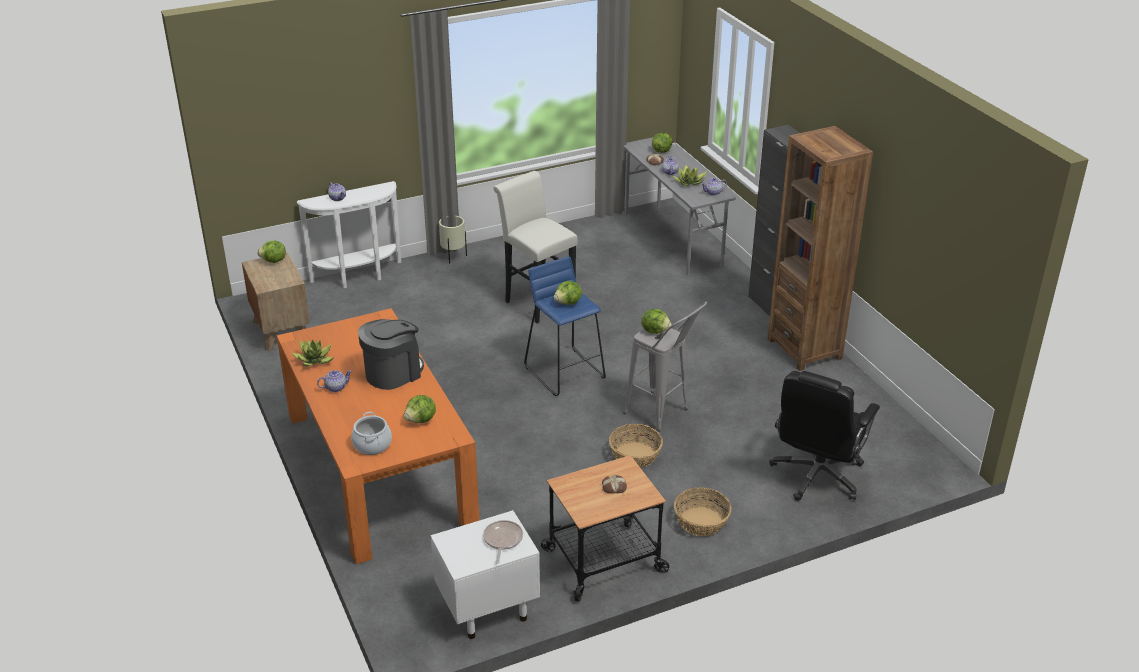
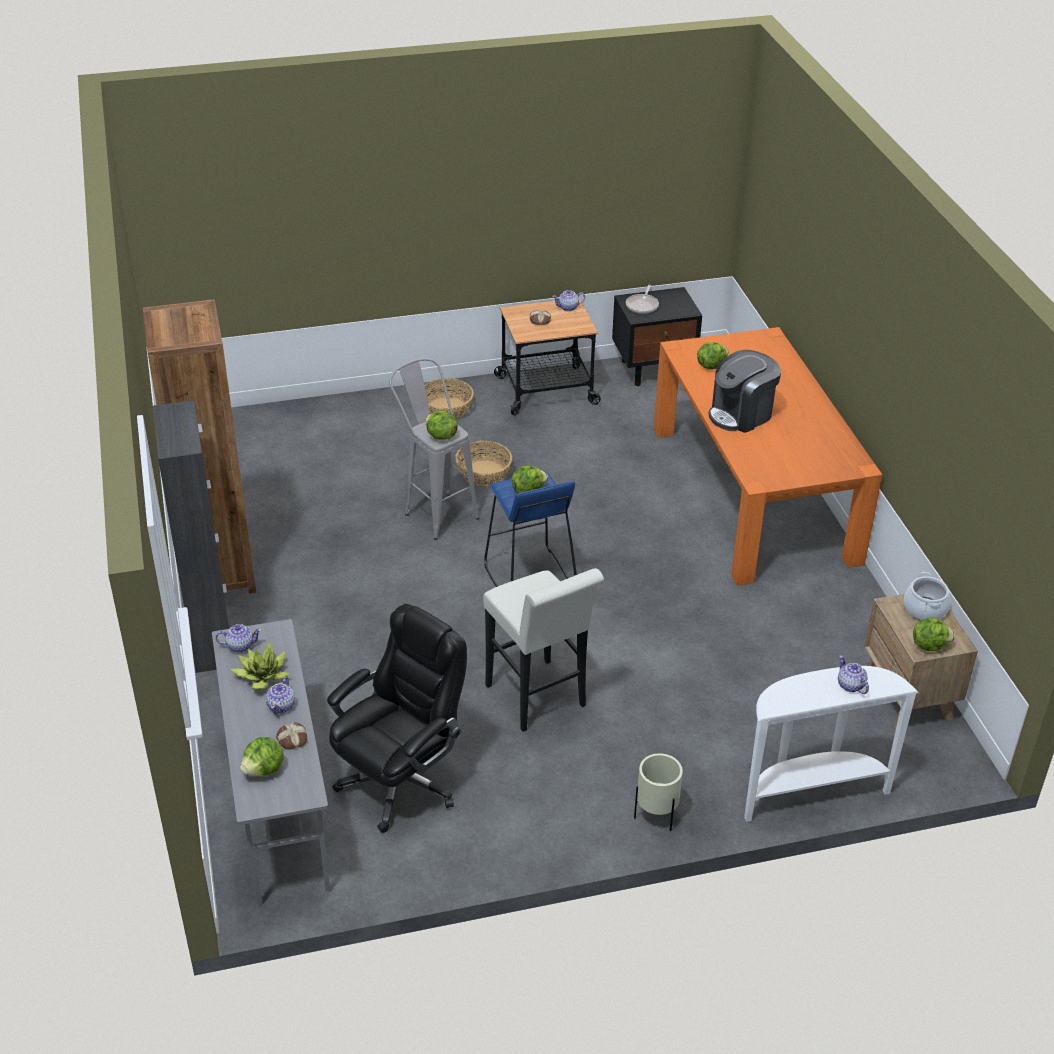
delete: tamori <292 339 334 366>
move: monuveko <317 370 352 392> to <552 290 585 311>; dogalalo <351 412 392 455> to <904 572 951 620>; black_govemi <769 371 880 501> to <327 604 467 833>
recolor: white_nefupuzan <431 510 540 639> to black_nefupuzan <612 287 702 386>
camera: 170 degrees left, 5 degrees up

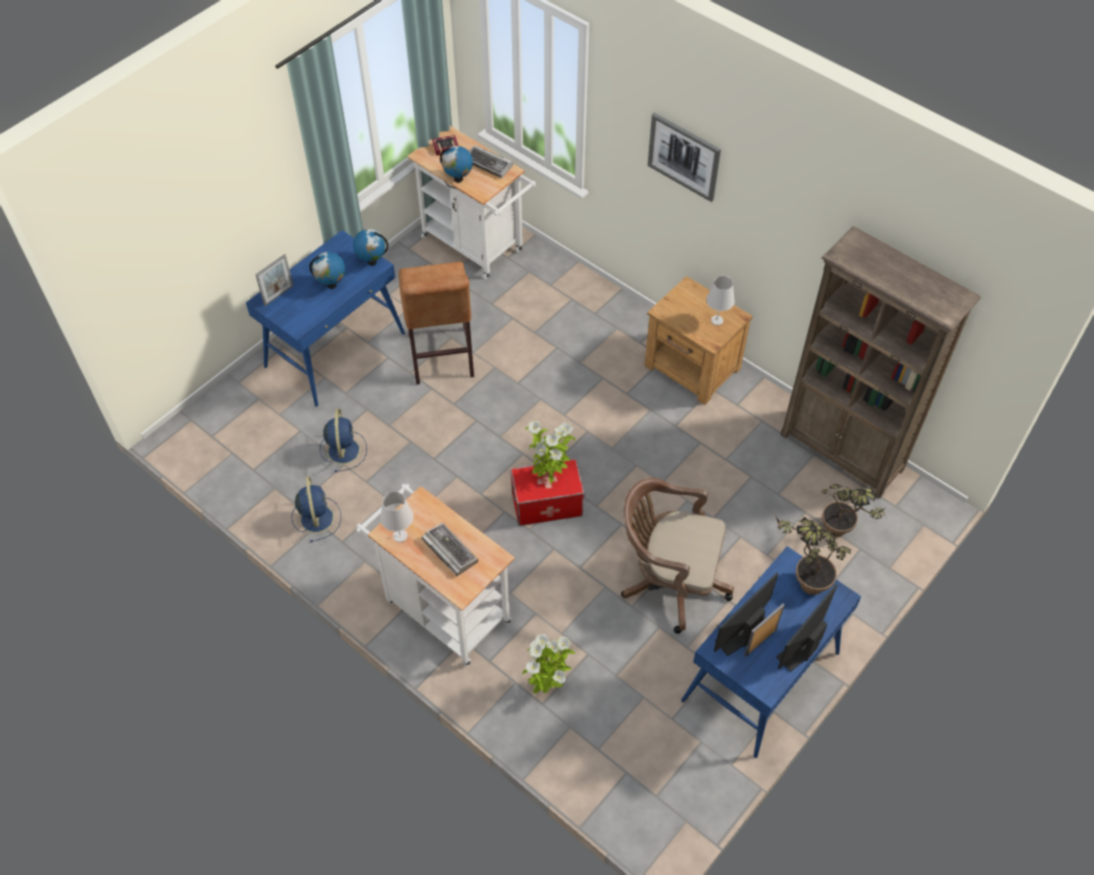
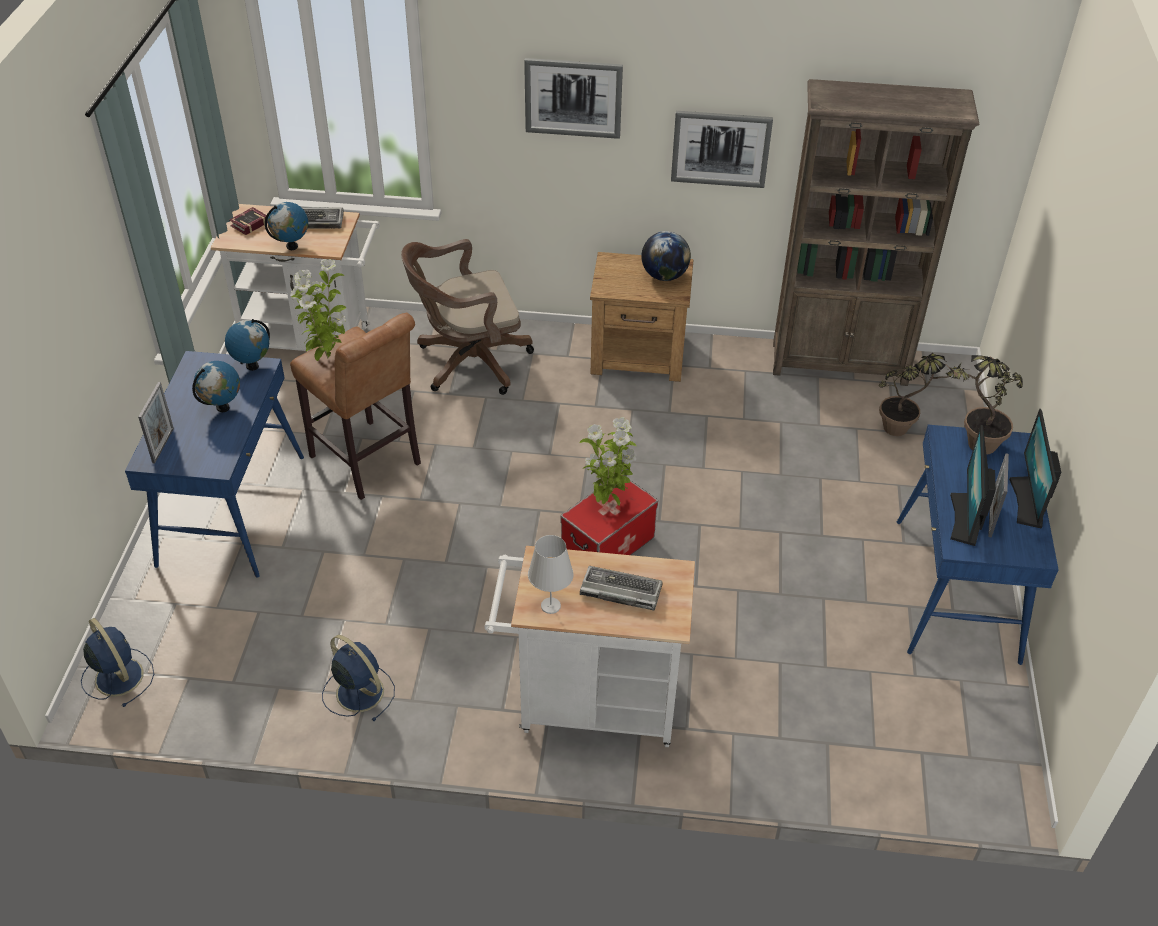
insert: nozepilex <671 111 773 188>
move: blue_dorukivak <320 409 367 472> to <81 618 154 707>; tamori <522 634 575 693> to <290 259 346 361>; brown_govemi <621 478 734 634> to <401 239 534 395>
replace: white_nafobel <706 276 735 325> to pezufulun <641 231 691 281>
camera: 35 degrees left, 10 degrees down

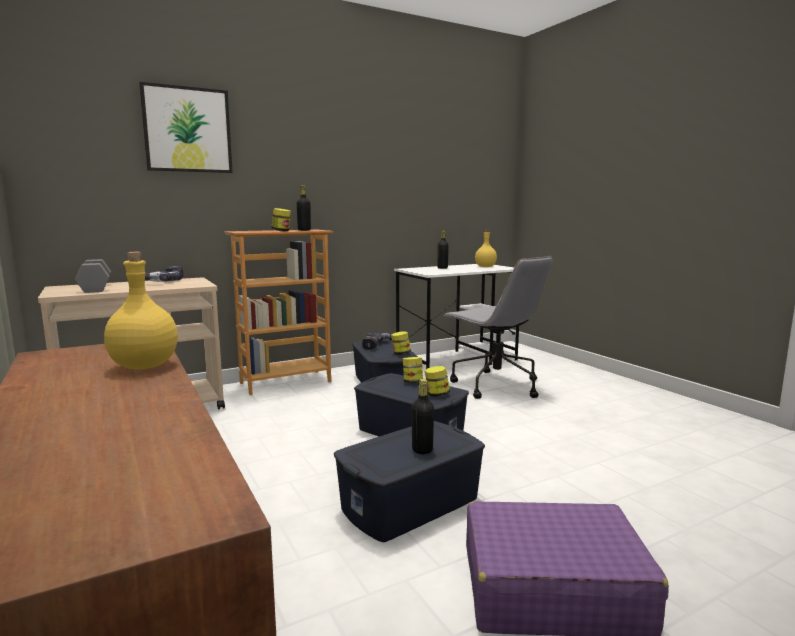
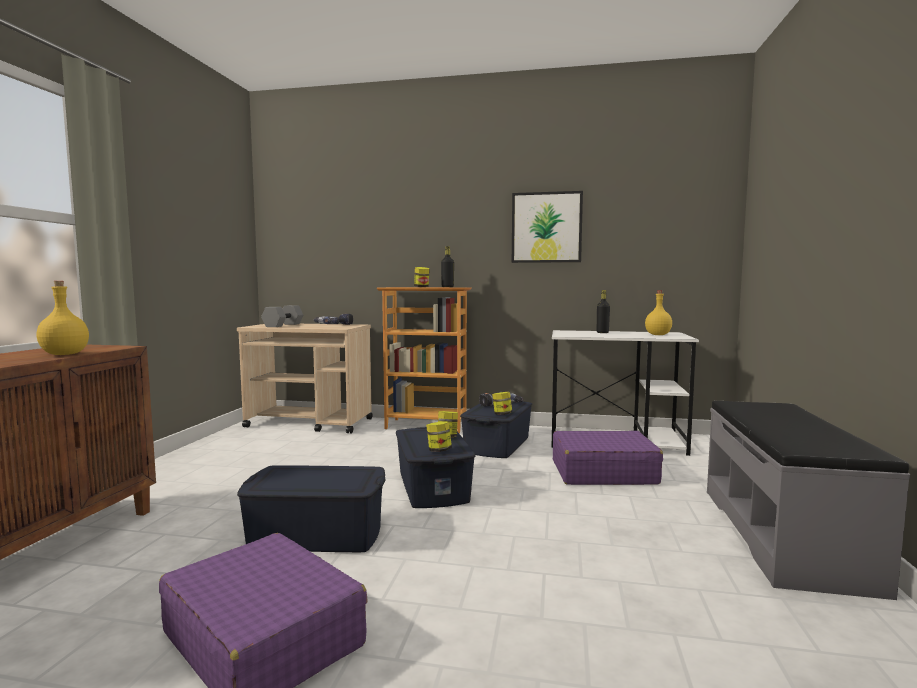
delete: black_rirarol <412 379 434 454>
insert: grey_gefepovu <707 401 910 600>
move: nozepilex <139 82 233 173> to <512 191 583 263>
replace: grey_govemi <443 256 553 399> to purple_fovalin <553 431 663 485>
camera: 40 degrees right, 5 degrees down

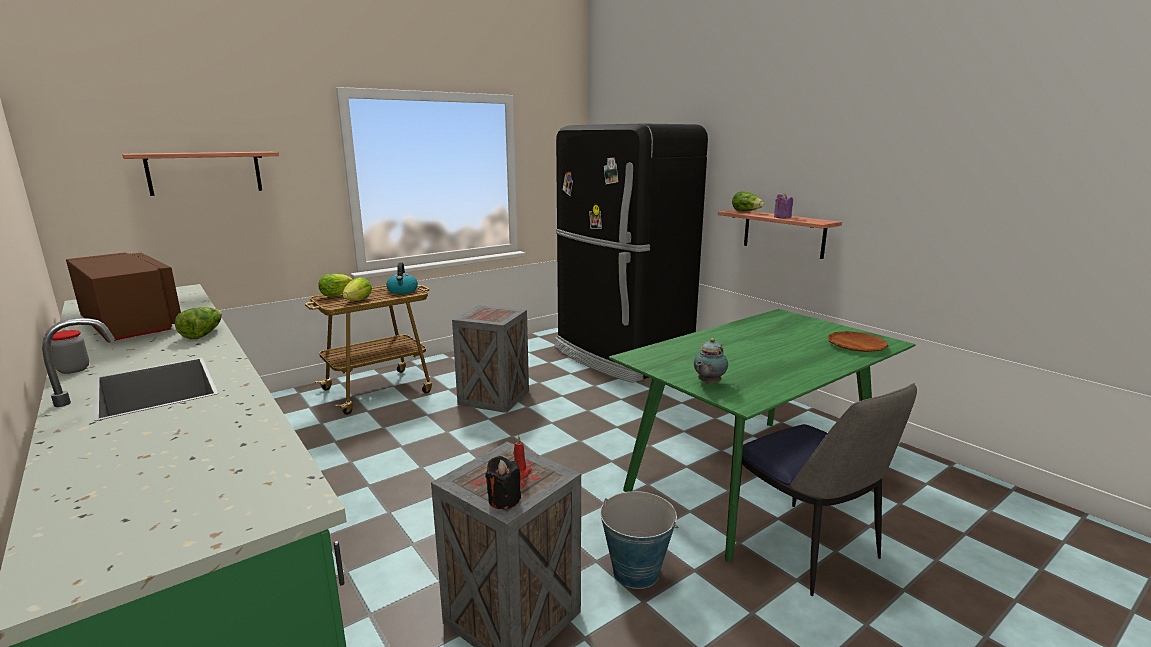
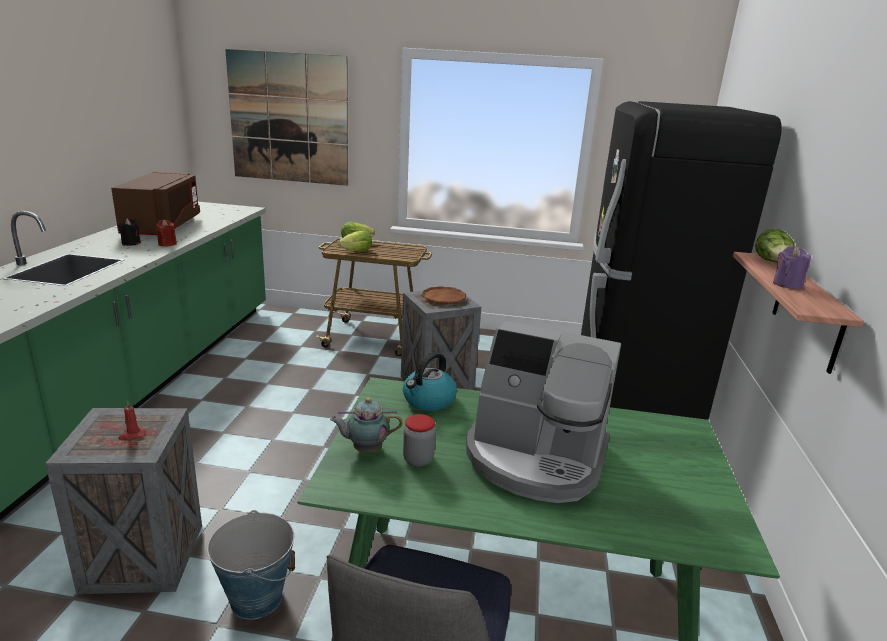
insert: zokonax <466 321 621 503>
move: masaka <51 330 89 374> to <403 414 436 467>; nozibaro <386 263 418 294> to <403 352 457 411>; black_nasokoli <486 456 521 509> to <118 219 141 246>; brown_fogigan <828 331 888 352> to <422 286 466 304>
replace: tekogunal <122 152 279 196> to nozepilex <225 49 348 186>; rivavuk <175 307 222 339> to red_nasokoli <155 220 177 247>
camera: 45 degrees right, 5 degrees up

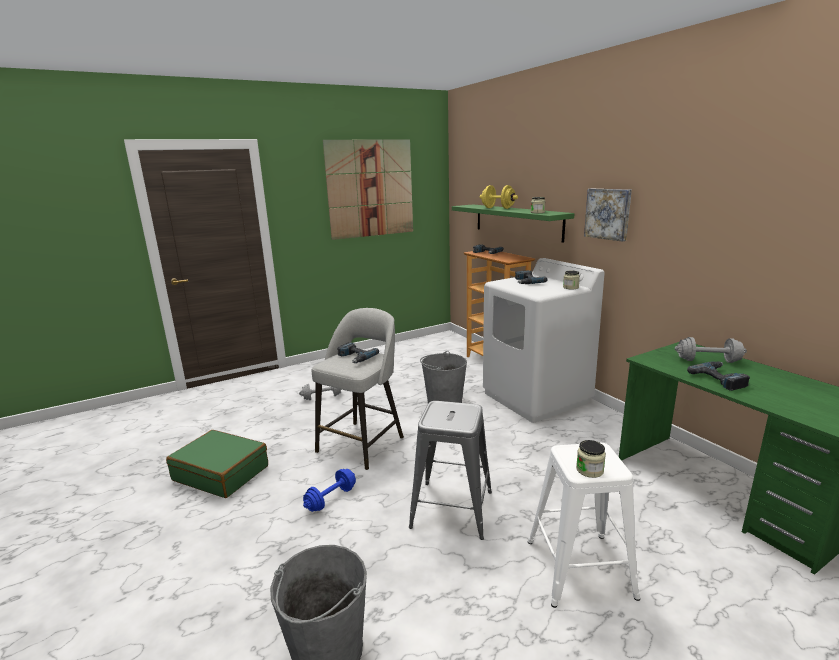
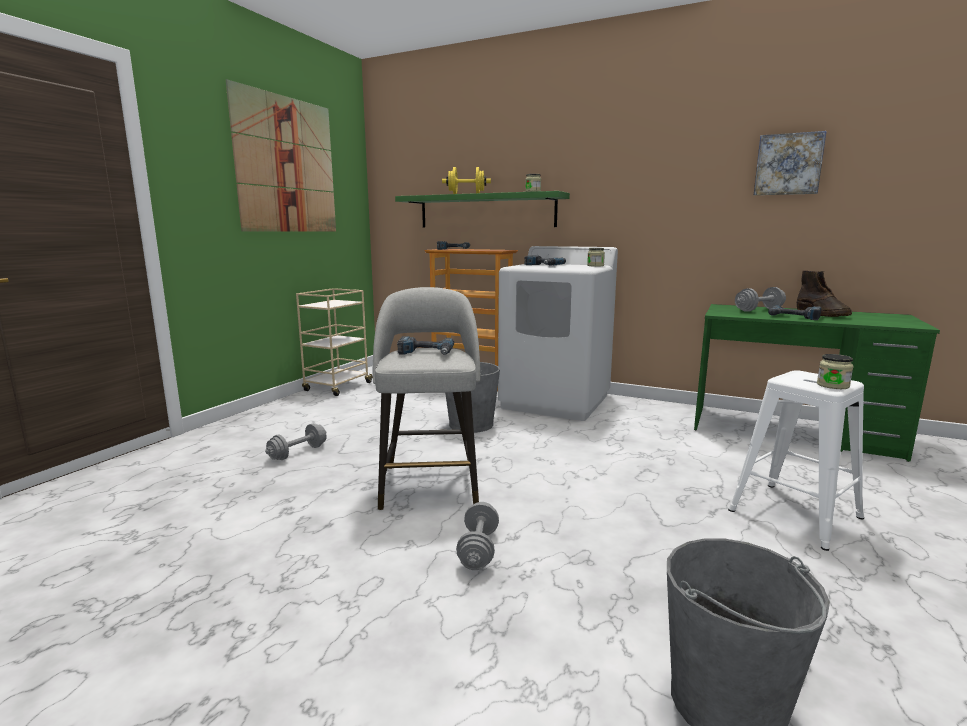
delete: green_fovalin <166 430 268 498>; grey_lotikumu <409 401 492 540>
insert: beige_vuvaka <296 288 373 396>; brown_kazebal <797 271 852 317>
move: nozepilex <584 188 632 241> to <754 131 827 195>
recolor: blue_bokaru <303 469 356 512> to grey_bokaru <456 502 499 570>
camera: 35 degrees left, 5 degrees down

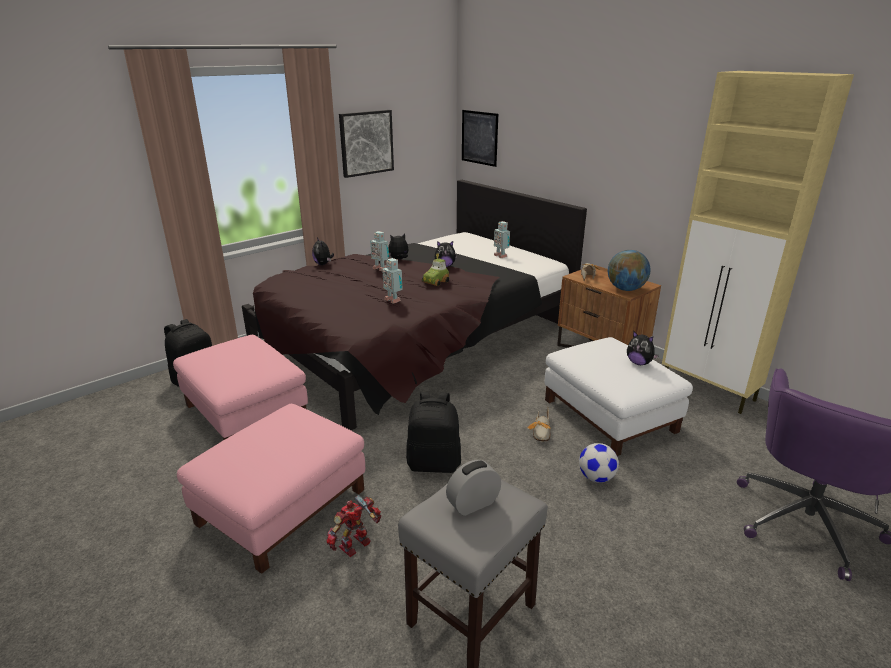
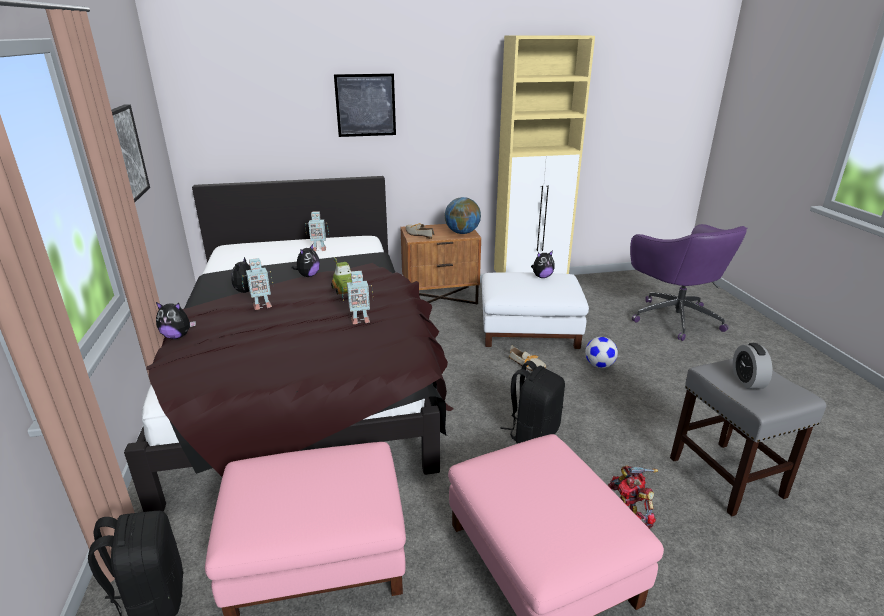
move: nozepilex <462 110 498 167> to <334 74 396 137>
camera: 60 degrees left, 0 degrees up

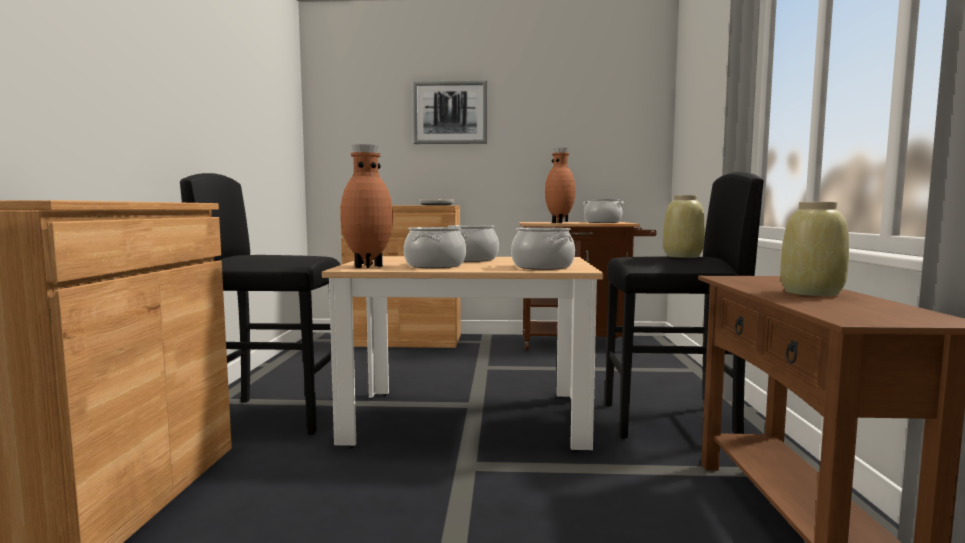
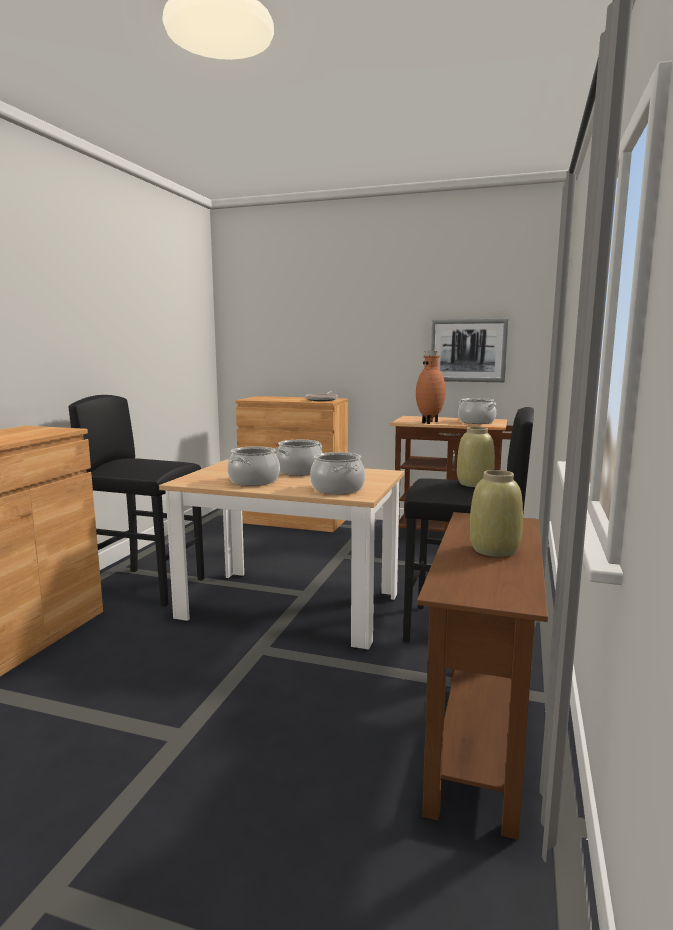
delete: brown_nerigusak <340 144 393 268>
move: nozepilex <412 80 487 144> to <430 319 508 382>
camera: 15 degrees right, 5 degrees up

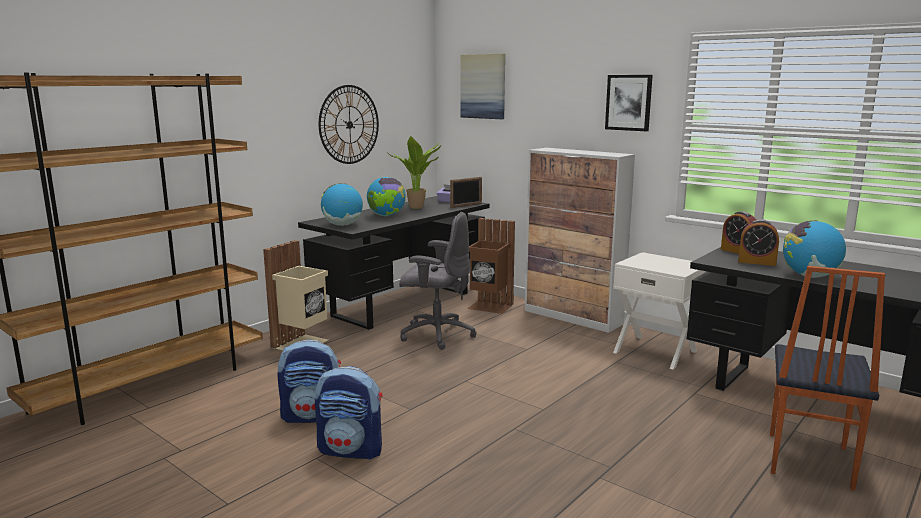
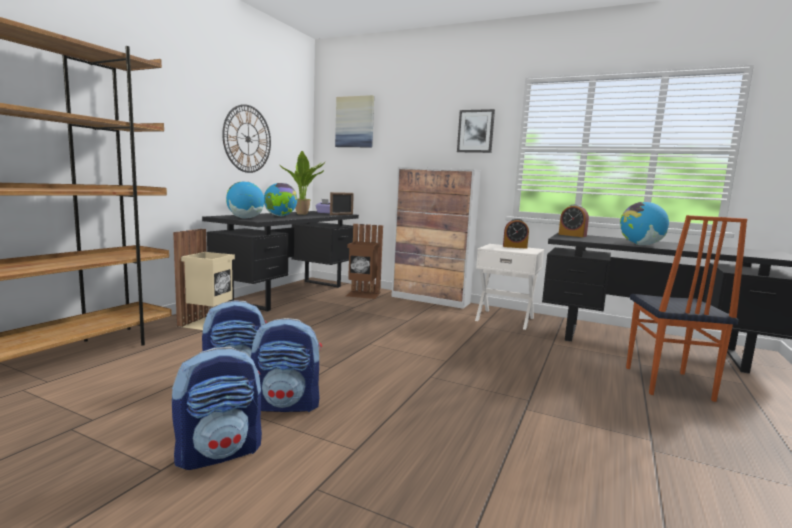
delete: grey_govemi <399 212 476 350>
insert: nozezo <172 347 262 470>
move: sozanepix <738 219 779 266> to <503 218 529 249>
camera: 15 degrees left, 5 degrees down

